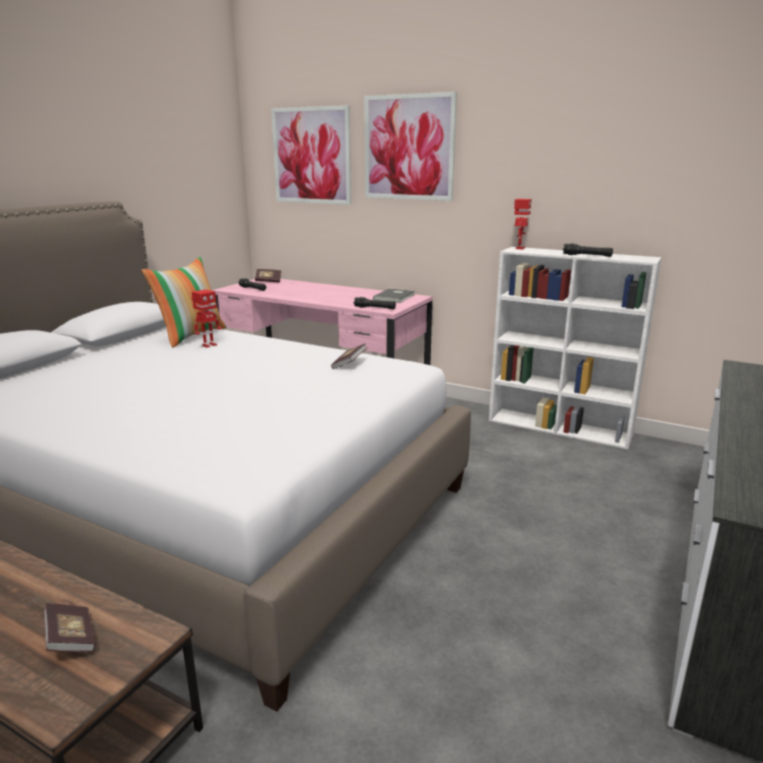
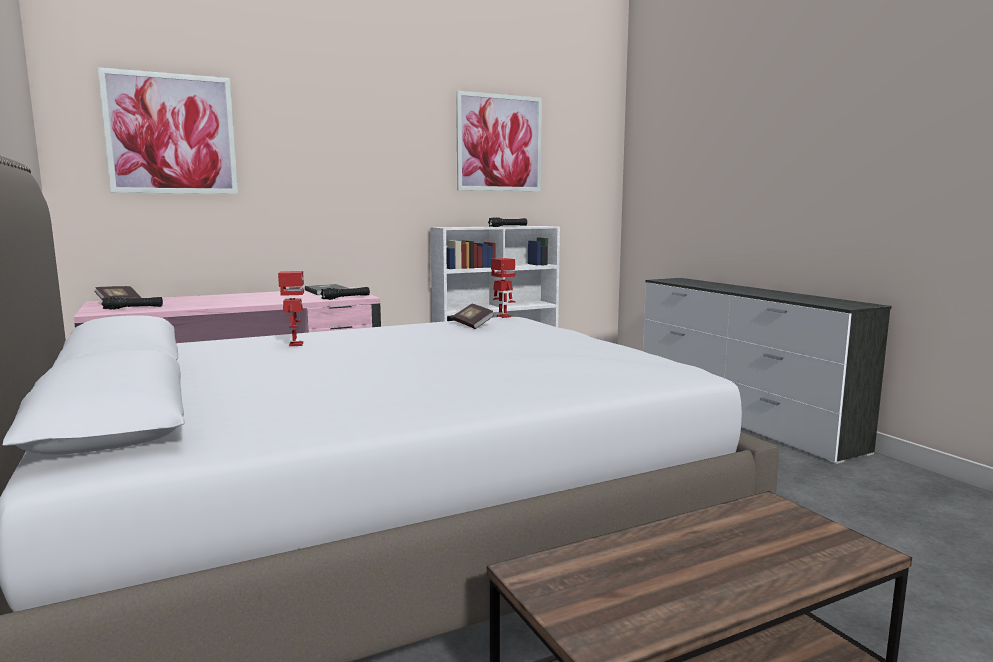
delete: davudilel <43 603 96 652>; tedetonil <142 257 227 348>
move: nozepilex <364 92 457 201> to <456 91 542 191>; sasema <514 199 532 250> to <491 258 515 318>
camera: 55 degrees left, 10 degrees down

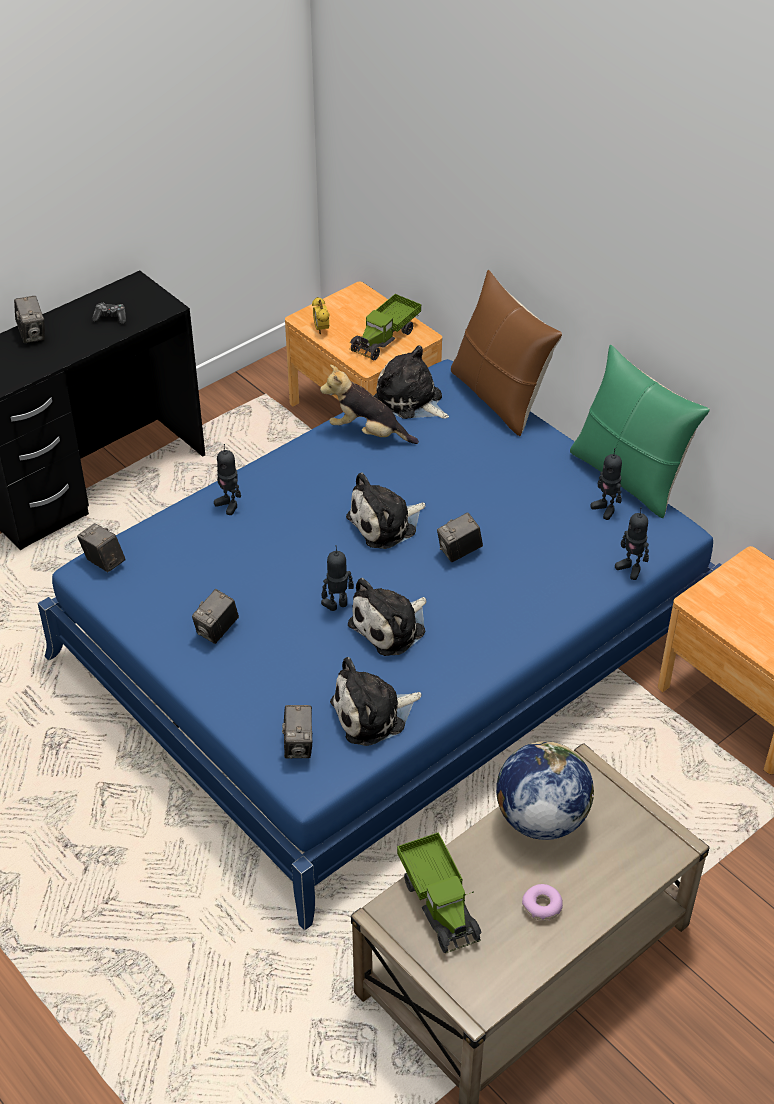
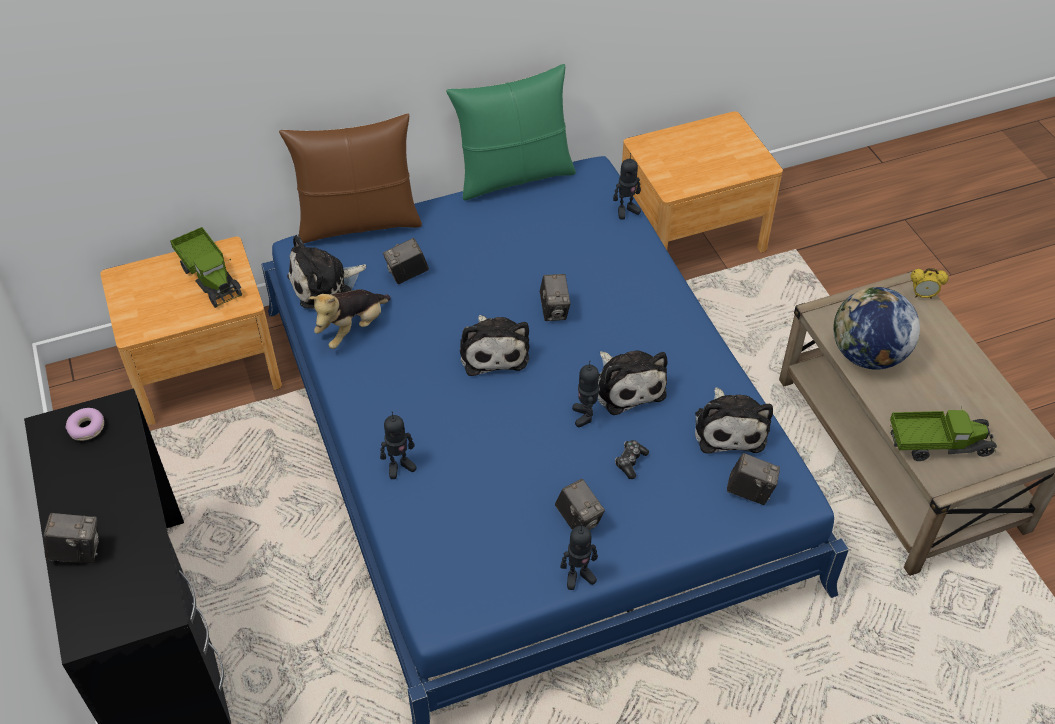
move: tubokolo <77 523 126 572> to <383 238 429 284>; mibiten <92 303 126 324> to <615 440 649 479>; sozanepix <312 297 329 334> to <911 268 948 299>; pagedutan <522 884 563 921> to <66 408 104 441>; sasema <590 448 622 520> to <560 524 598 590>
camera: 70 degrees left, 5 degrees up

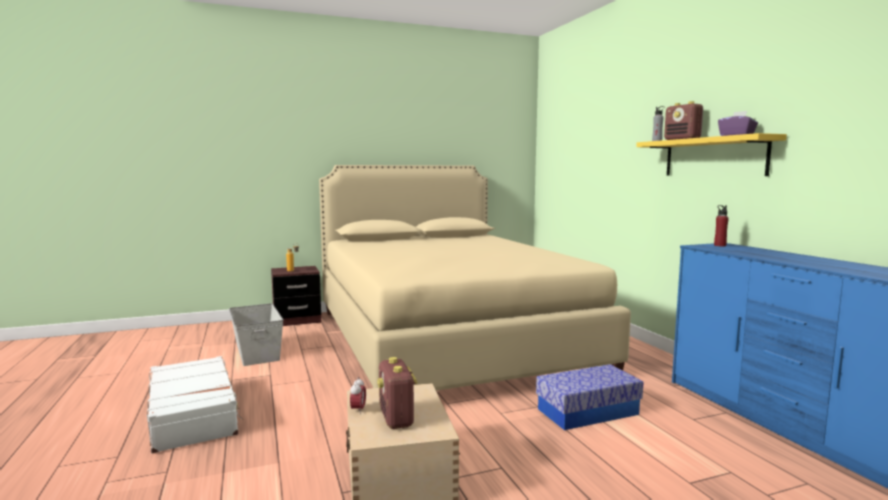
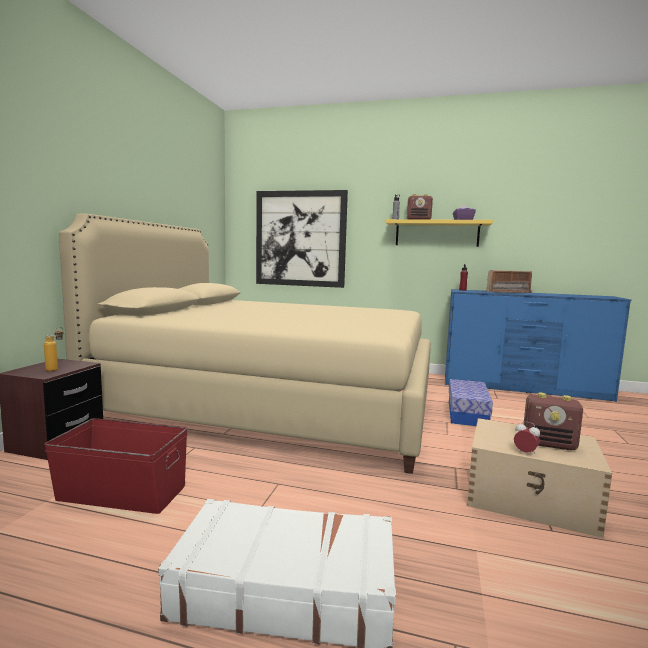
insert: nozepilex <256 190 348 288>; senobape <486 270 532 293>
recolor: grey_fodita <229 303 284 366> to red_fodita <44 418 188 514>
camera: 55 degrees left, 0 degrees up

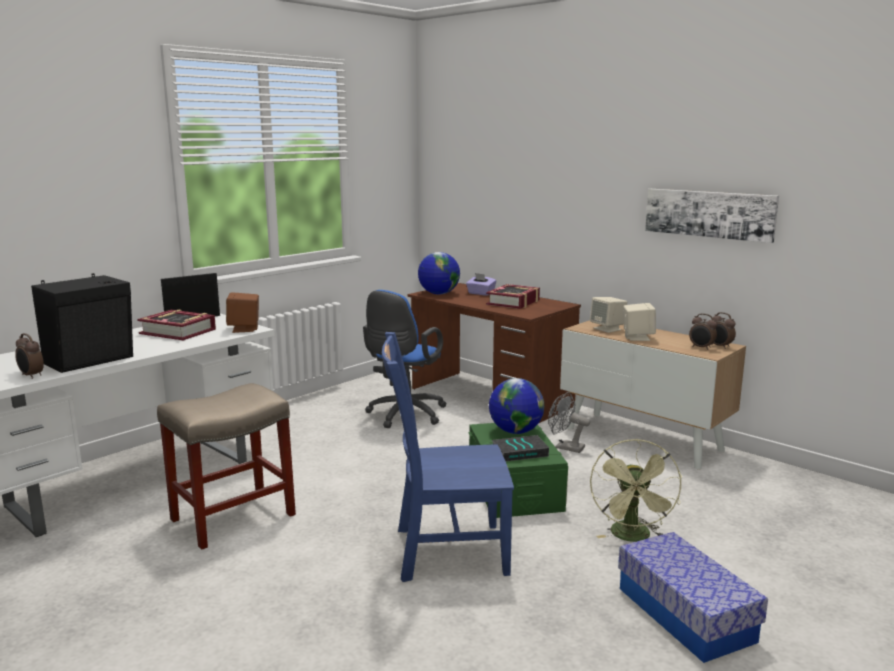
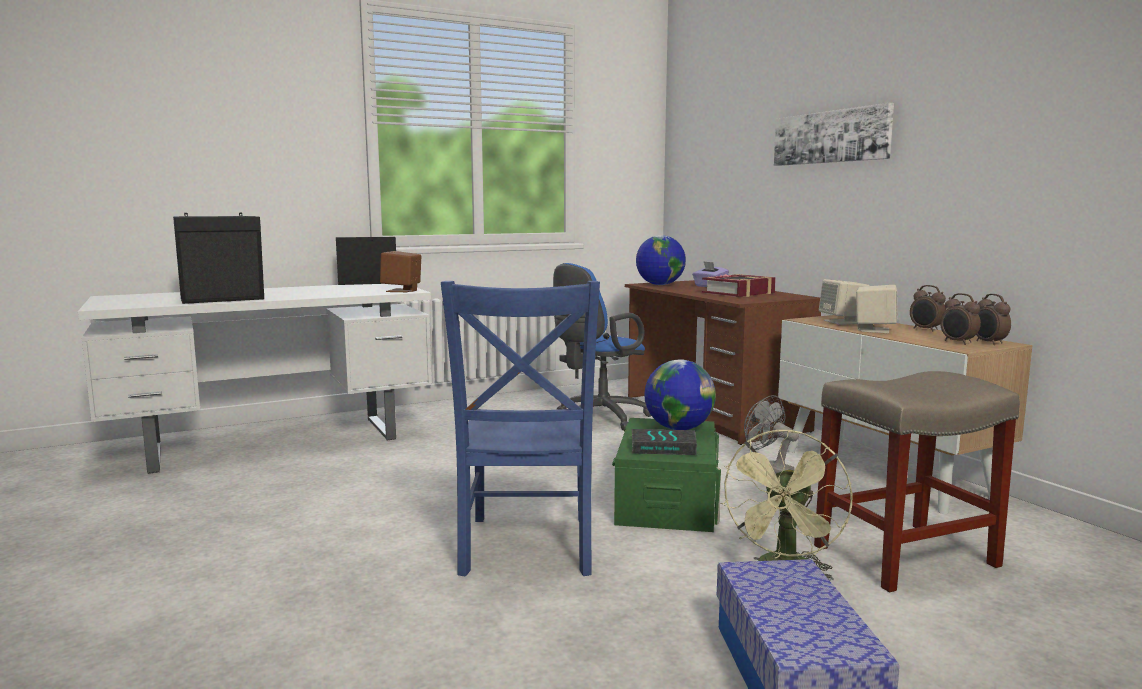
delete: davudilel <137 310 216 341>
move: sozanepix <15 333 44 379> to <910 285 946 332>; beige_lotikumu <157 383 296 550> to <814 371 1020 592>; nozepilex <645 189 779 243> to <774 103 894 166>
rotate: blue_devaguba <382 332 514 582> = <441 281 600 576> 105 degrees counterclockwise
camera: 20 degrees right, 5 degrees down

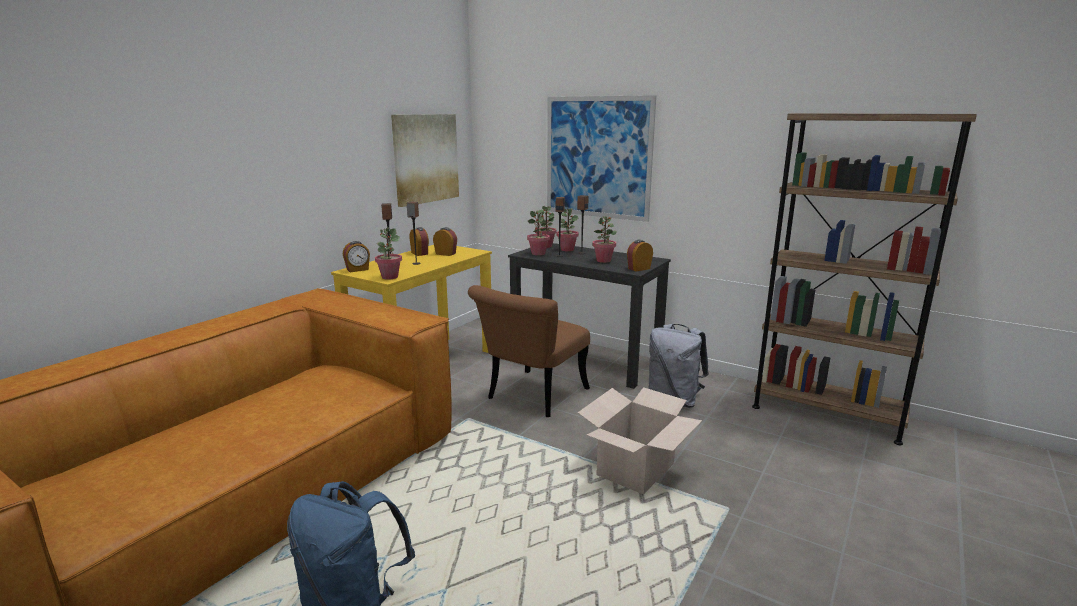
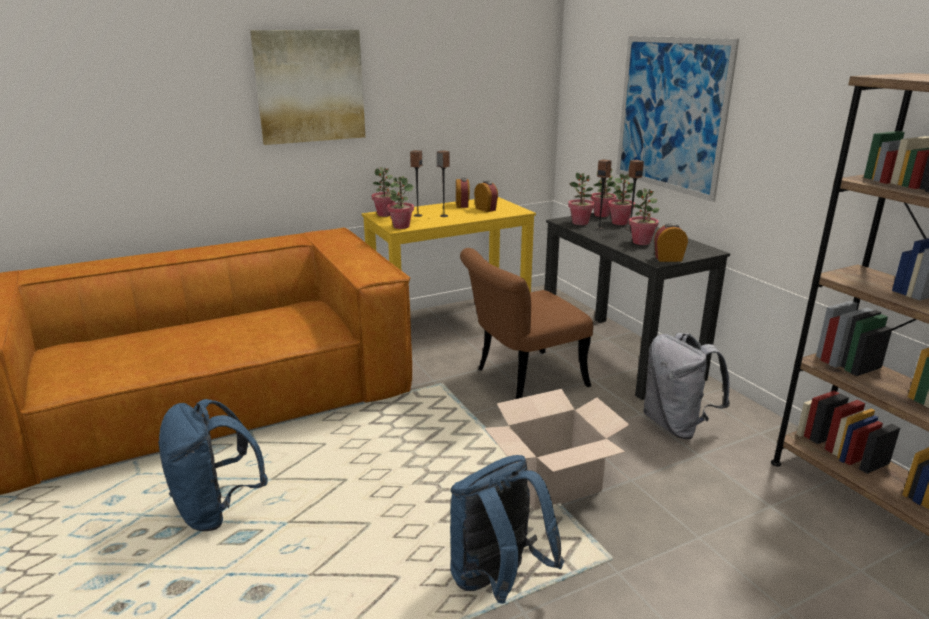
insert: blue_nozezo <450 455 564 603>
move: nozepilex <391 114 459 207> to <250 30 365 145>
replace: sozanepix <343 241 370 272> to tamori <372 167 395 217>
camera: 30 degrees right, 5 degrees up

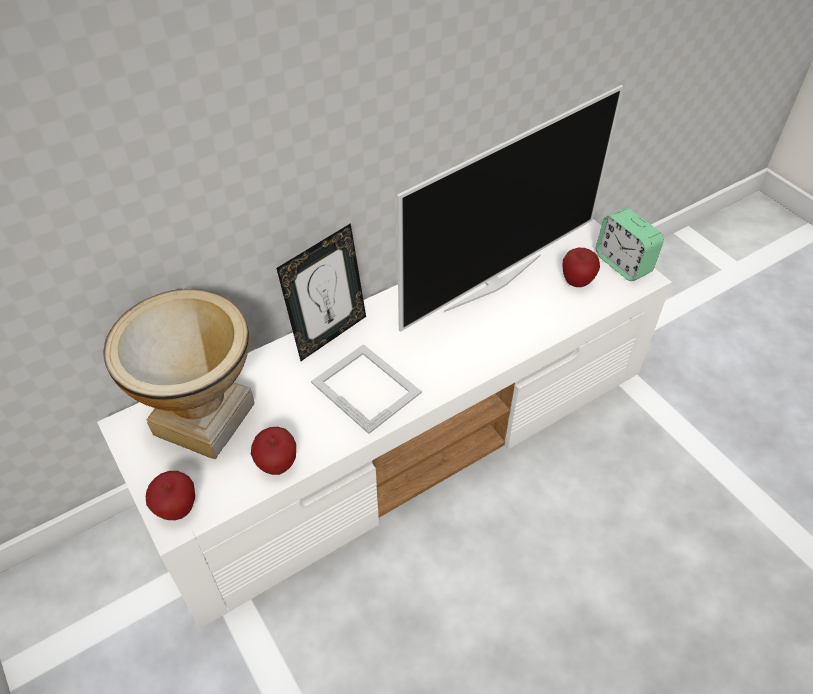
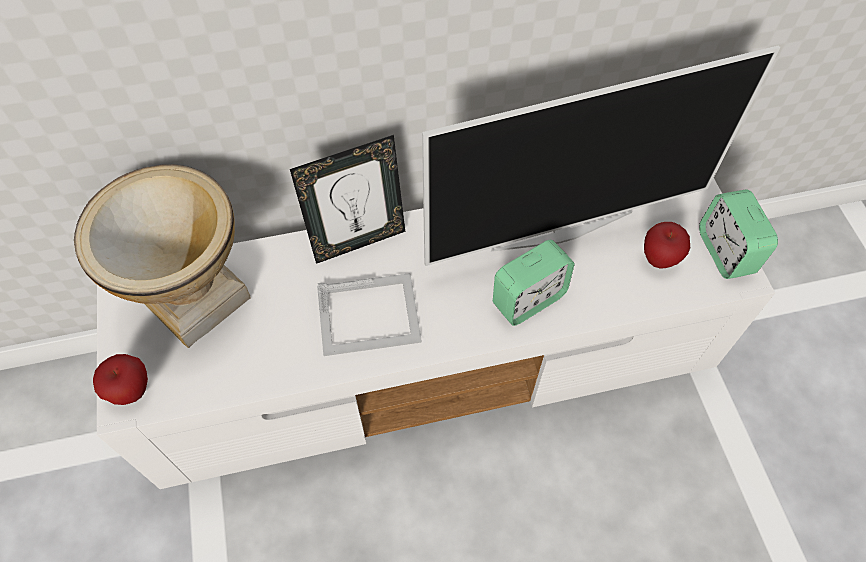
delete: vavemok <251 427 296 475>
insert: sozanepix <493 240 575 326>
rotate: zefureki <311 344 422 434> = <317 273 422 356> 105 degrees clockwise
camera: 20 degrees right, 10 degrees up

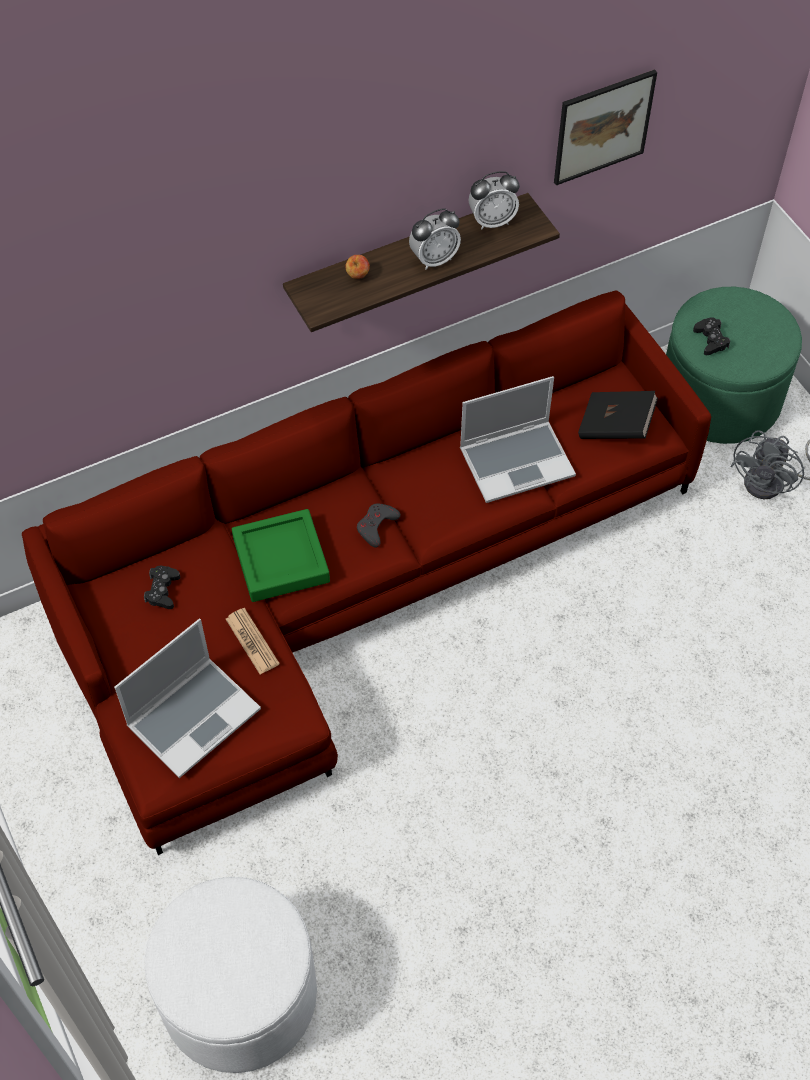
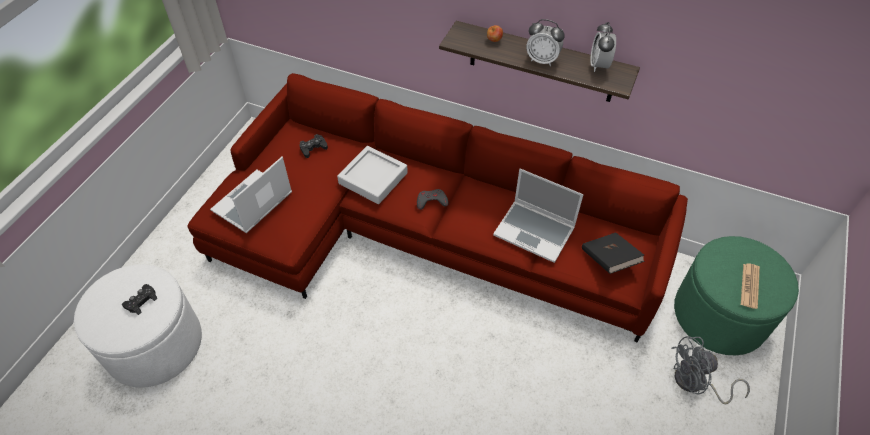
delete: nozepilex <554 69 657 185>
move: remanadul <226 608 280 674> to <741 263 760 309>; black_mibiten <693 317 730 355> to <122 284 157 315>
recolor: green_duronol <232 509 330 602> to grey_duronol <337 146 408 204>
rotate: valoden <114 619 261 778> = <210 157 292 233> 120 degrees clockwise; sozanepix <469 171 520 230> = <590 22 616 72> 60 degrees clockwise
camera: 50 degrees right, 5 degrees down

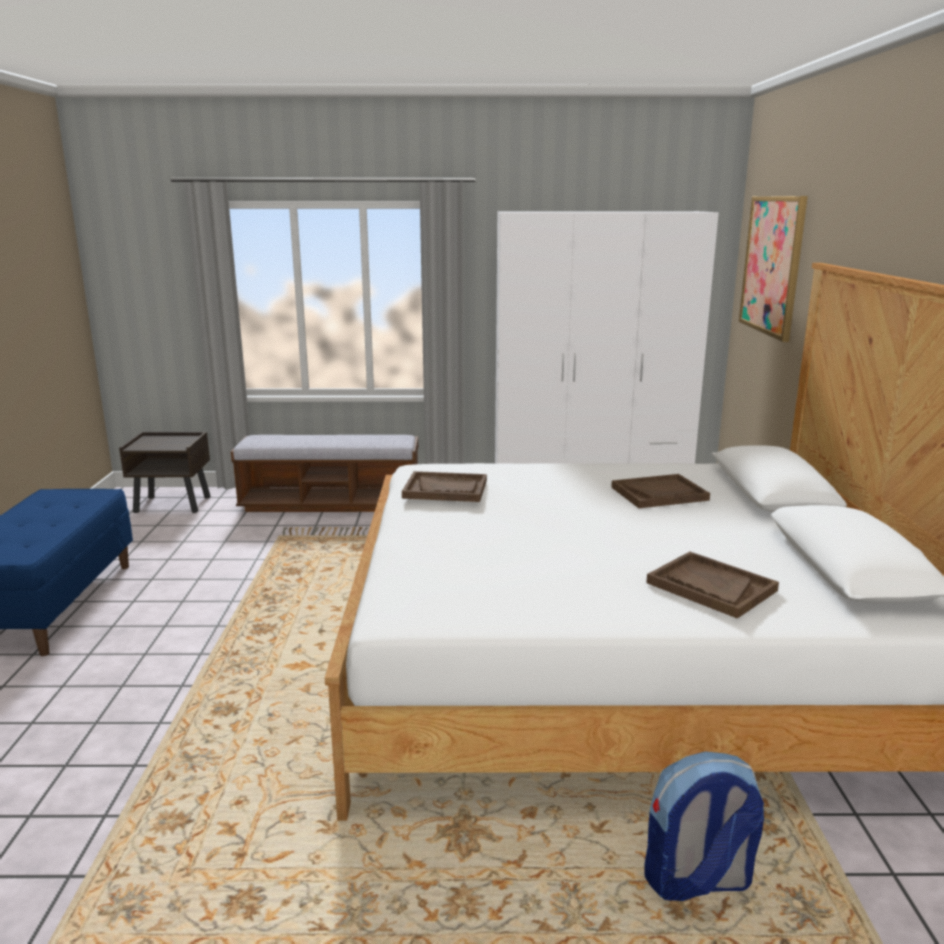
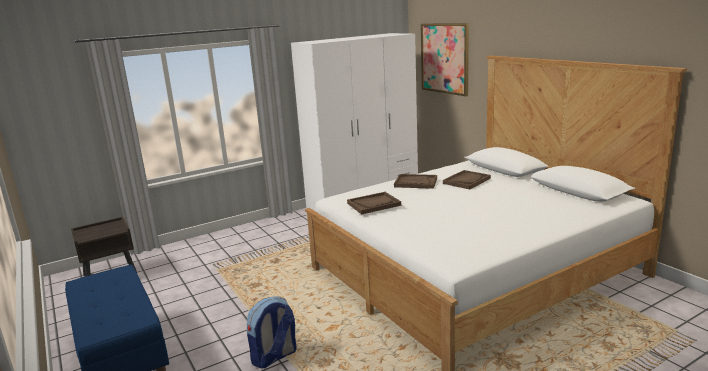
delete: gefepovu <231 435 418 512>
move: nozezo <644 751 764 901> to <247 296 297 368>; brown_duronol <646 552 779 619> to <394 174 437 189>
camera: 30 degrees left, 0 degrees up

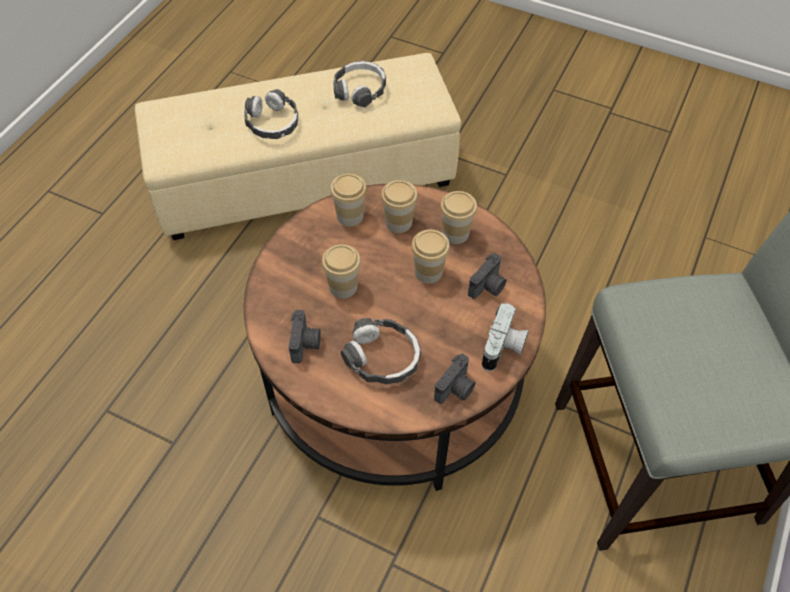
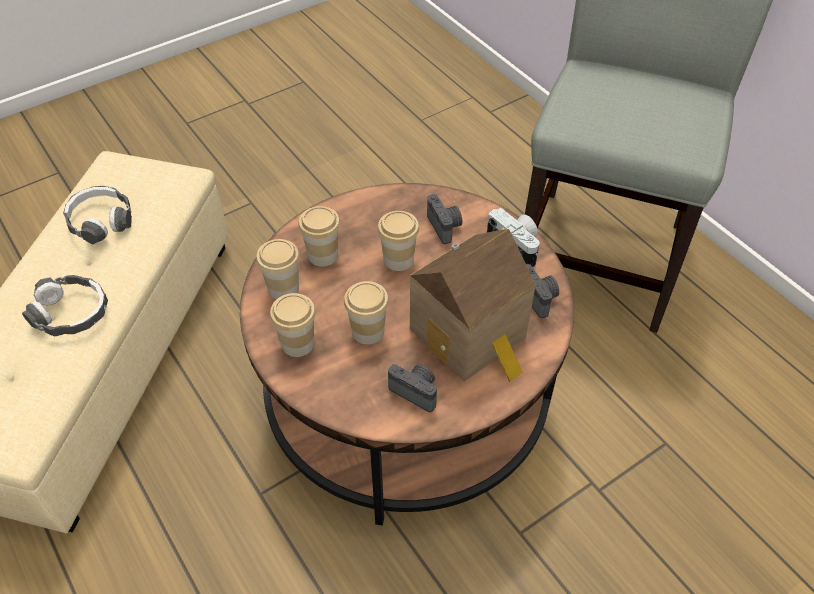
move: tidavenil <440 191 477 244> to <270 293 316 357>
replace: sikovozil <341 318 421 384> to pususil <410 229 536 382>
camera: 60 degrees left, 5 degrees down

